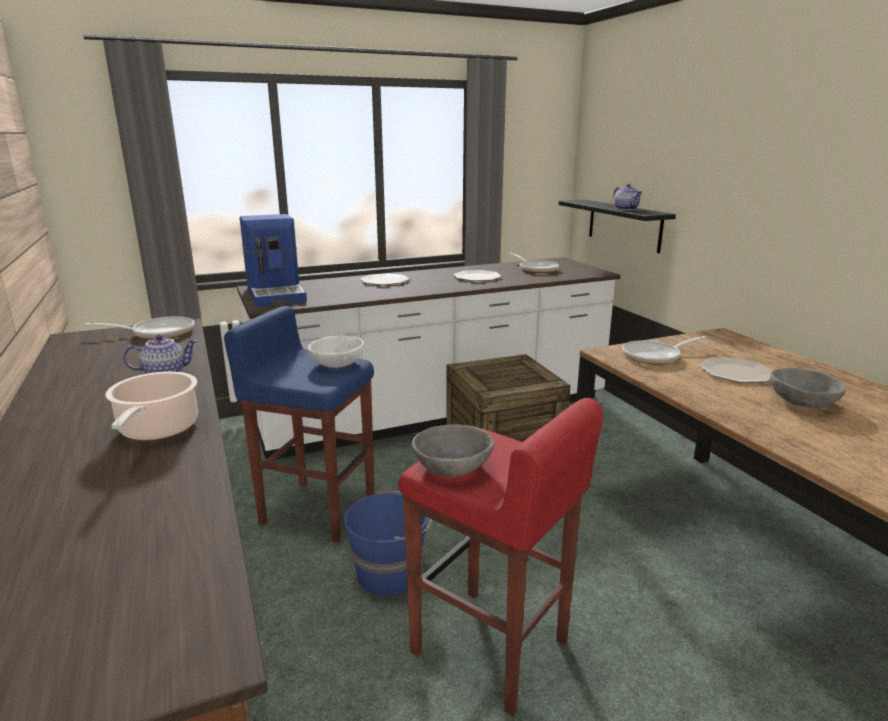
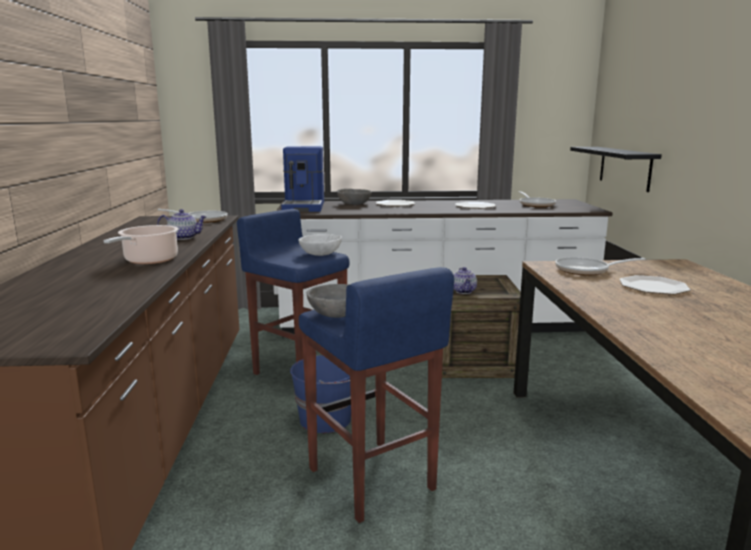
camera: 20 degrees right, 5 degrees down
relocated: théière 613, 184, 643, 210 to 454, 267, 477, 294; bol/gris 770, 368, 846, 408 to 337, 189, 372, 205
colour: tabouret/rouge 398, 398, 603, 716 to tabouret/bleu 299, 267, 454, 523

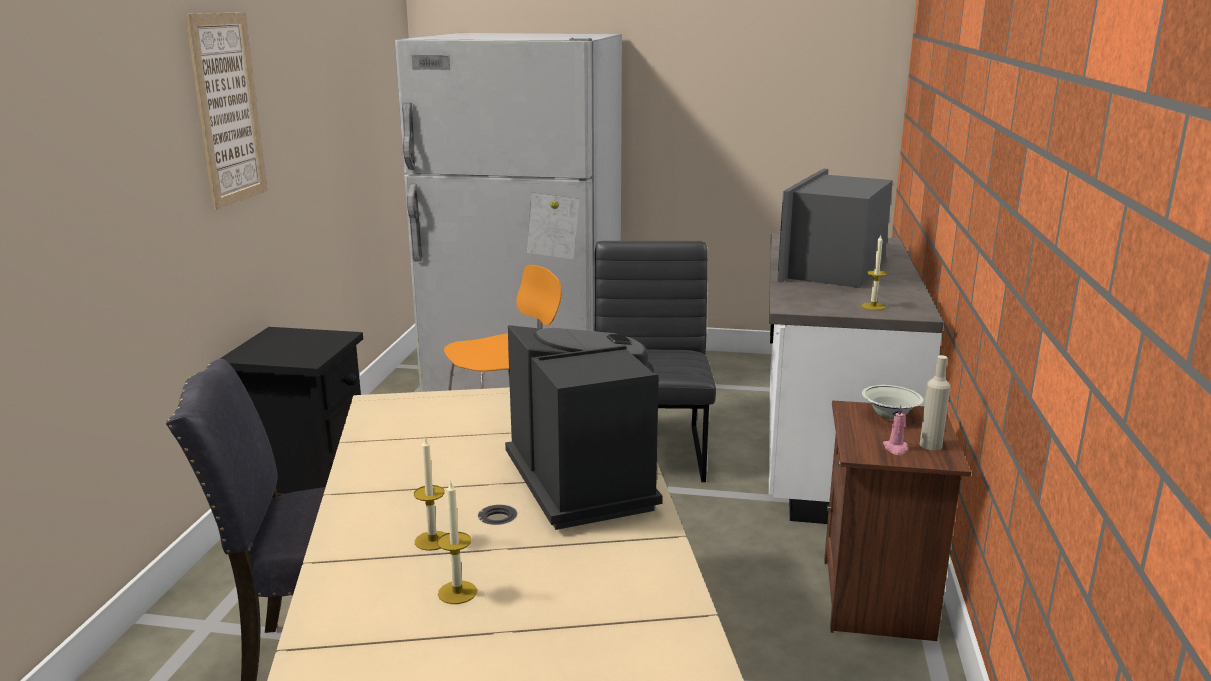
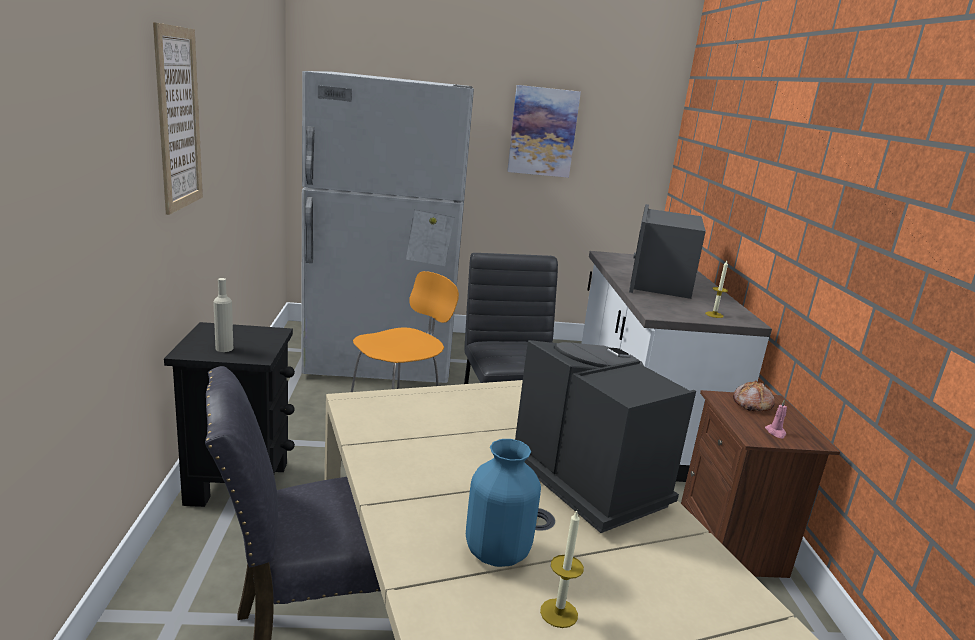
camera: 15 degrees left, 0 degrees up
appeared: tableau 507, 85, 581, 178
relocated: bouteille/beige 920, 355, 950, 450 to 213, 278, 233, 352
exchanged: bougie 414, 438, 446, 551 to vase/bleu 466, 439, 541, 567; bol/blanc 862, 385, 923, 419 to pain 733, 380, 775, 411

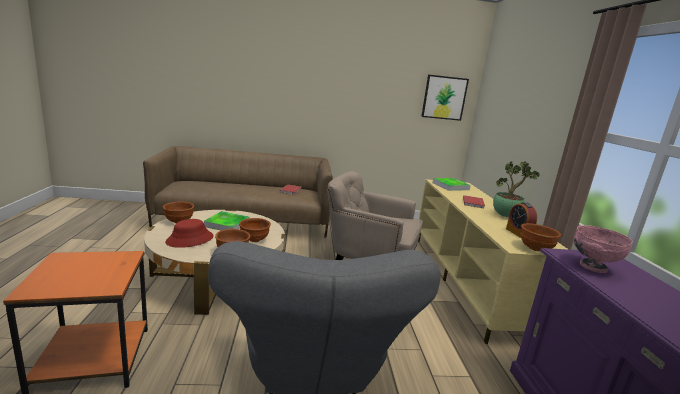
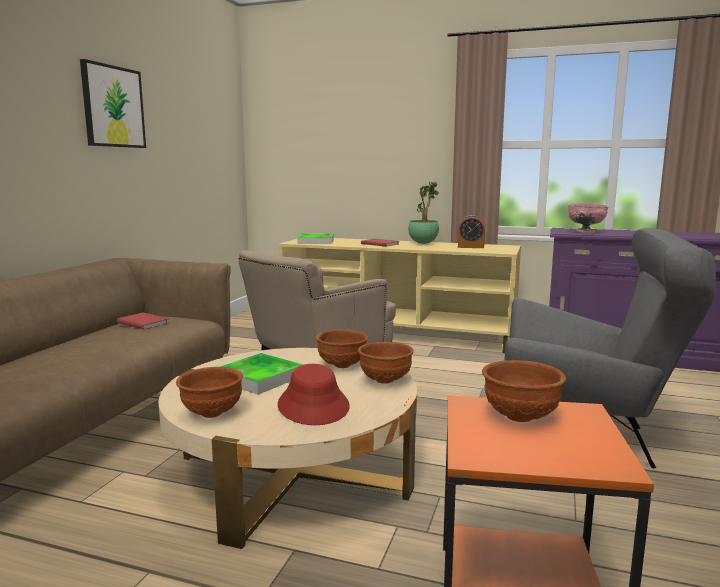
camera: 65 degrees left, 5 degrees down
relocated: tableau 421, 75, 469, 121 to 80, 59, 146, 148; bol/marron 521, 223, 561, 251 to 482, 360, 566, 422

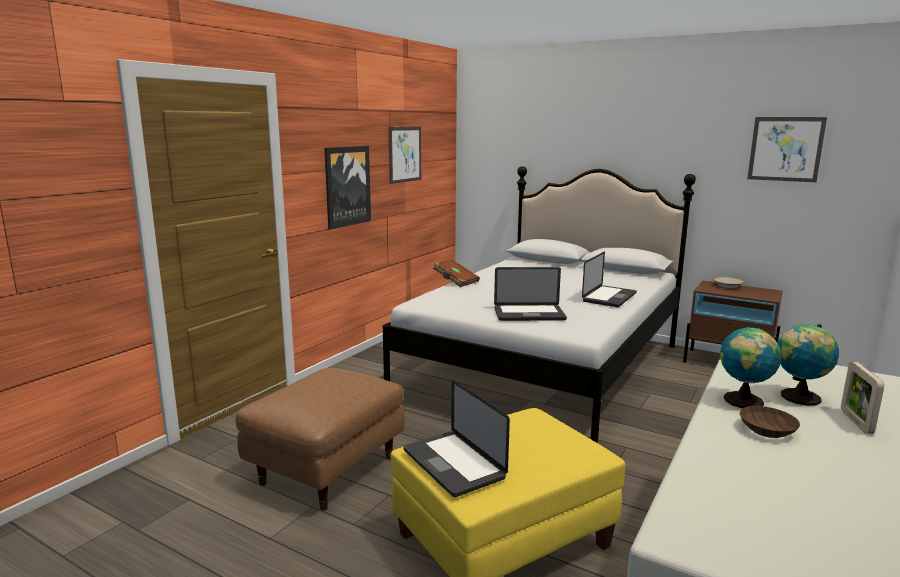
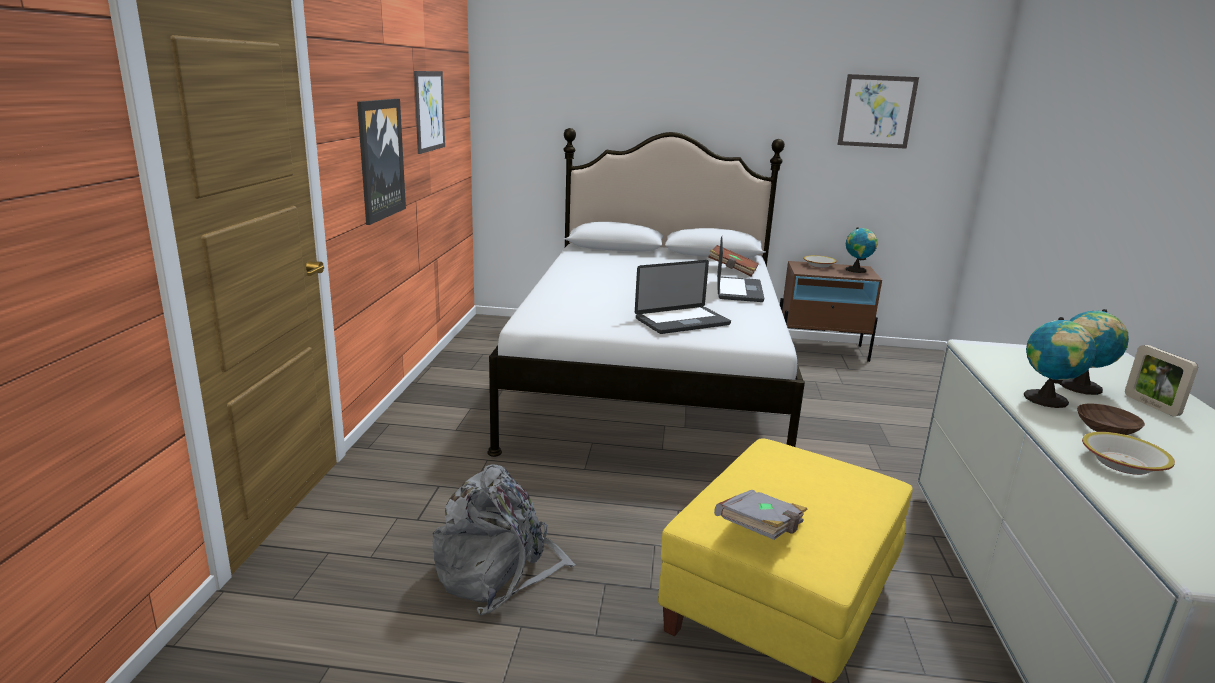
camera: 25 degrees left, 5 degrees up
appeared: globe 846, 227, 878, 273; bol 1082, 432, 1175, 475
relocated: livre/marron 433, 260, 480, 287 to 708, 245, 759, 277
exchanged: pouf/marron 235, 368, 405, 511 to sac à dos/gris 432, 464, 576, 615; ordinateur portable 403, 380, 510, 497 to livre/gris 714, 490, 808, 540

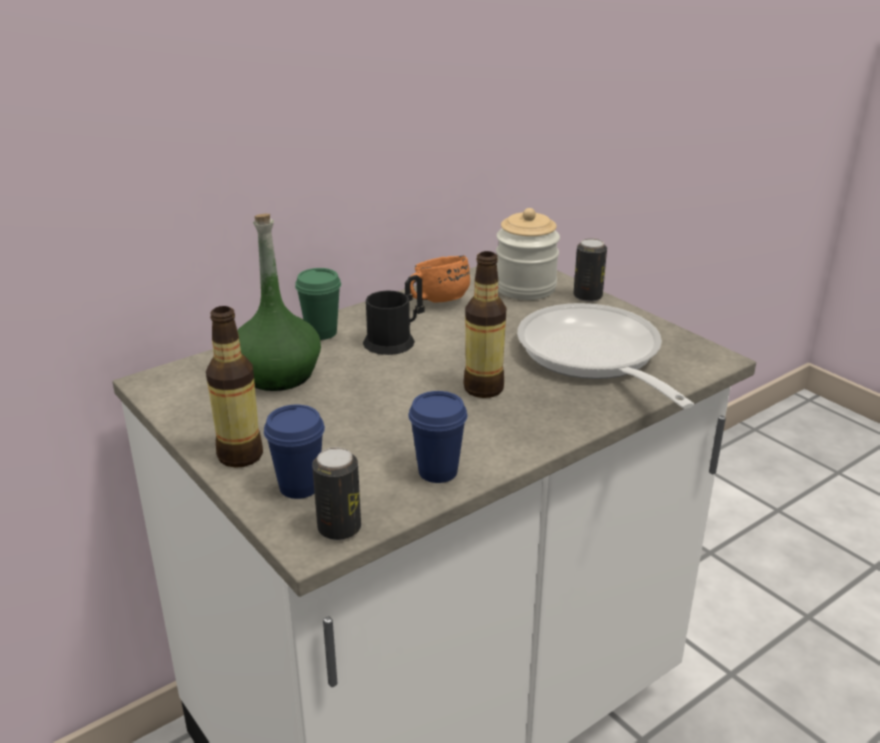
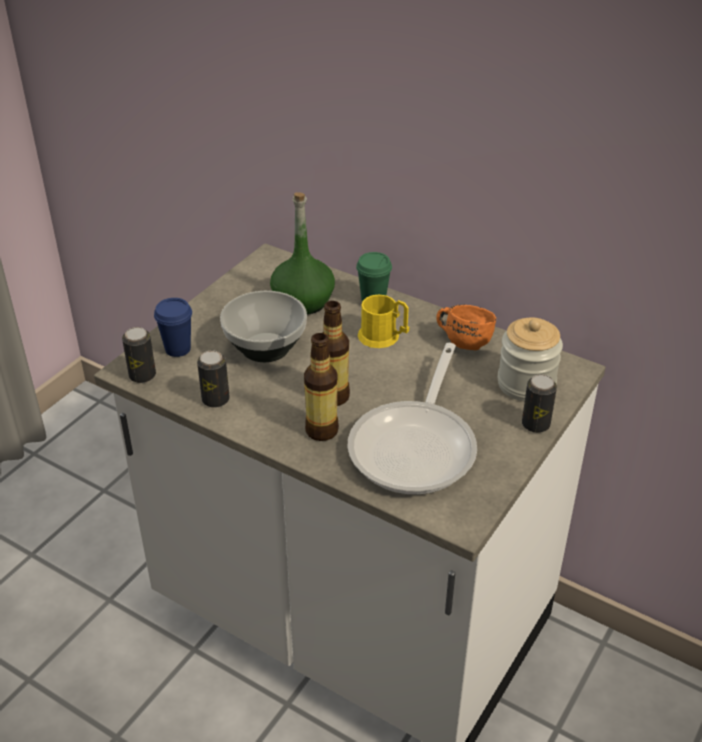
camera: 70 degrees right, 10 degrees up
appeared: bol 220, 291, 307, 362
relocated: bouteille 206, 306, 263, 468 to 304, 333, 339, 441
exchanged: tasse/bleu 408, 391, 467, 483 to boîte métallique 197, 350, 230, 408
colour: mug/noir 363, 275, 425, 355 to mug/jaune 358, 295, 409, 348
spun: poêle 517, 303, 694, 409 = 347, 343, 477, 495 150 degrees clockwise

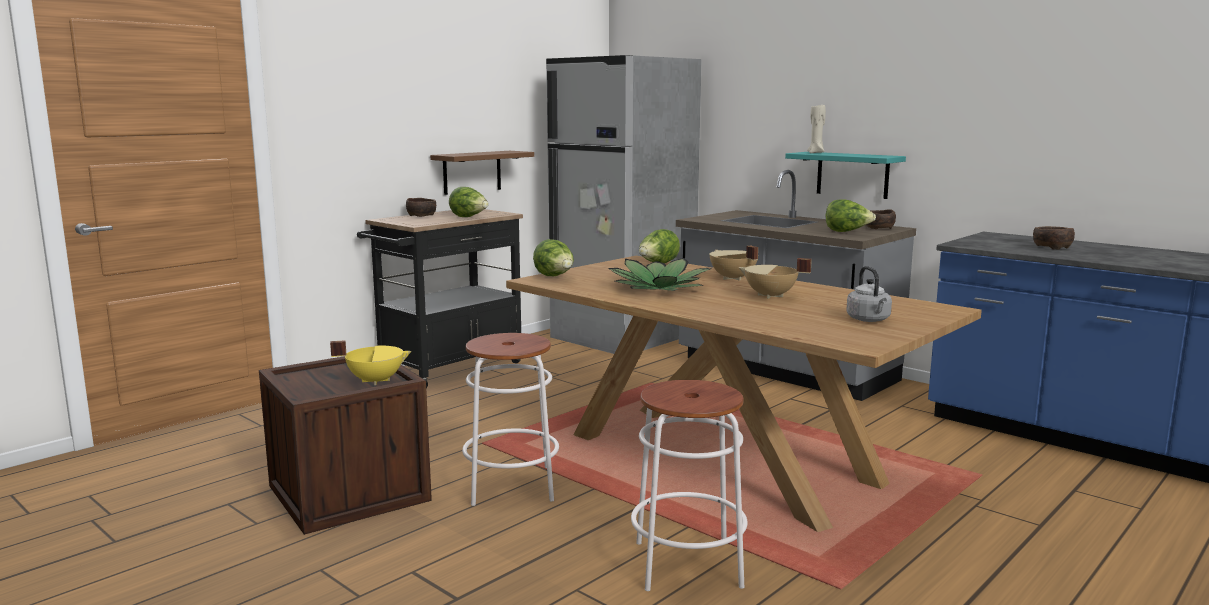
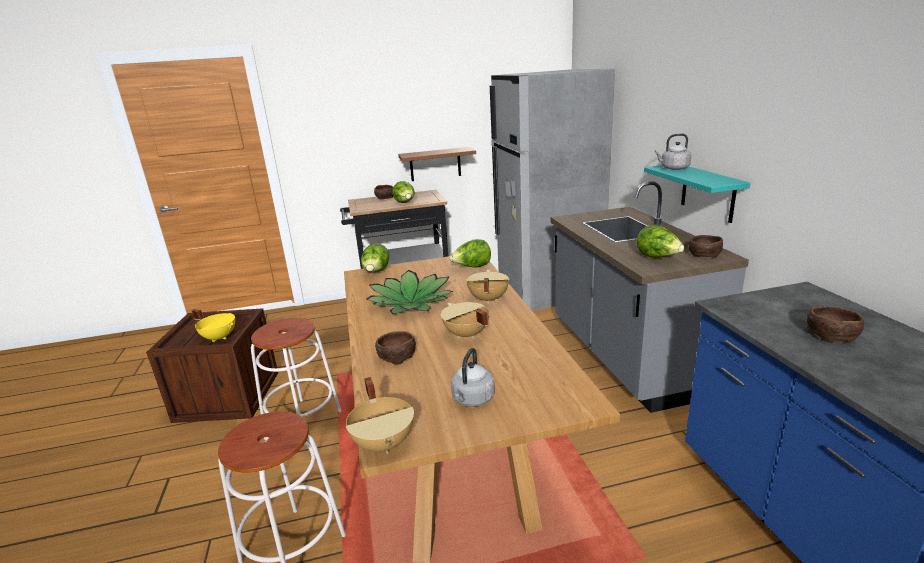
camera: 35 degrees right, 10 degrees up
appeared: marmite/beige 346, 377, 414, 454; bol/marron 375, 331, 416, 365
exchanged: bougie/beige 807, 103, 826, 153 to bouilloire/gris 654, 134, 692, 170

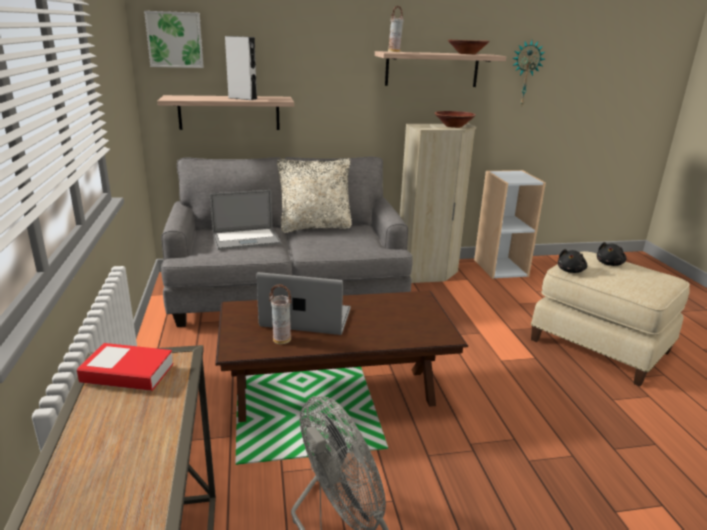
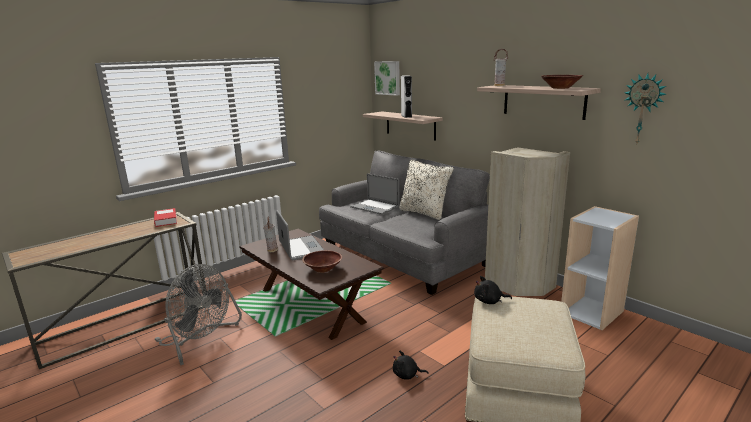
camera: 60 degrees right, 5 degrees down
relocated: bol/marron 435, 111, 476, 128 to 302, 250, 342, 273; peluche/noir 597, 242, 627, 266 to 393, 350, 429, 380

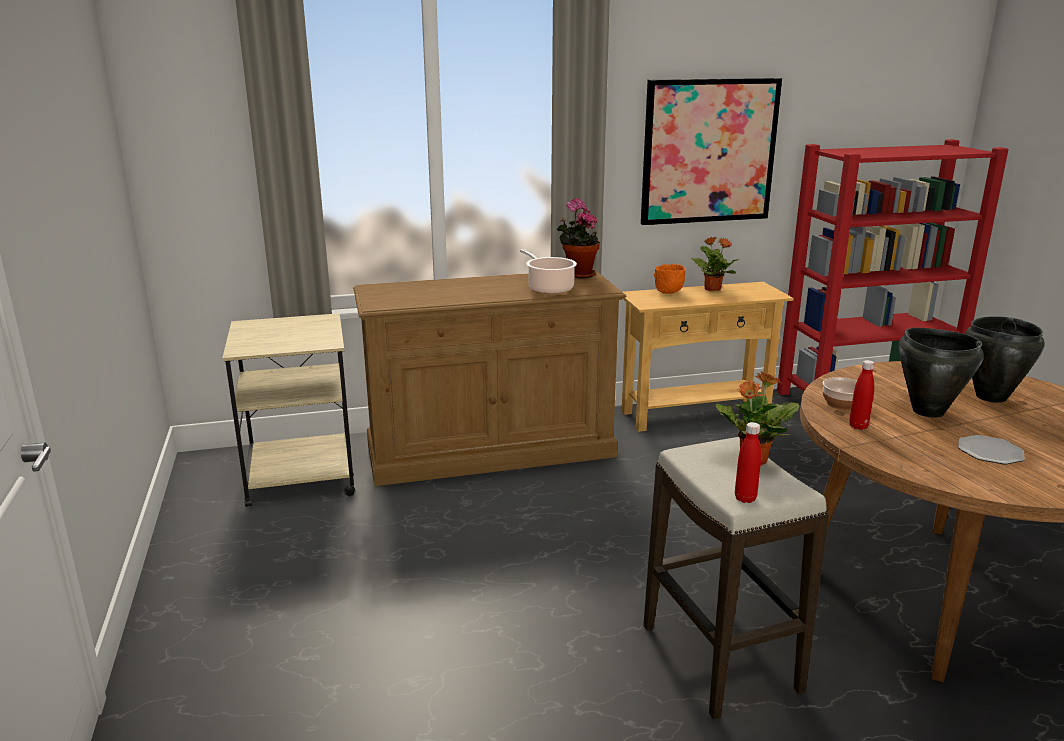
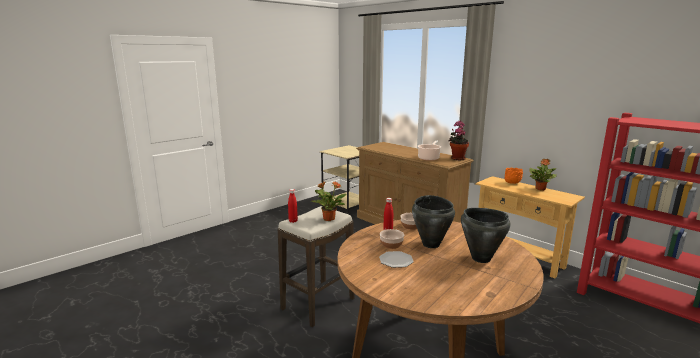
camera: 60 degrees right, 5 degrees down
missing: tableau 641, 78, 782, 225
appeared: bol 380, 229, 404, 249

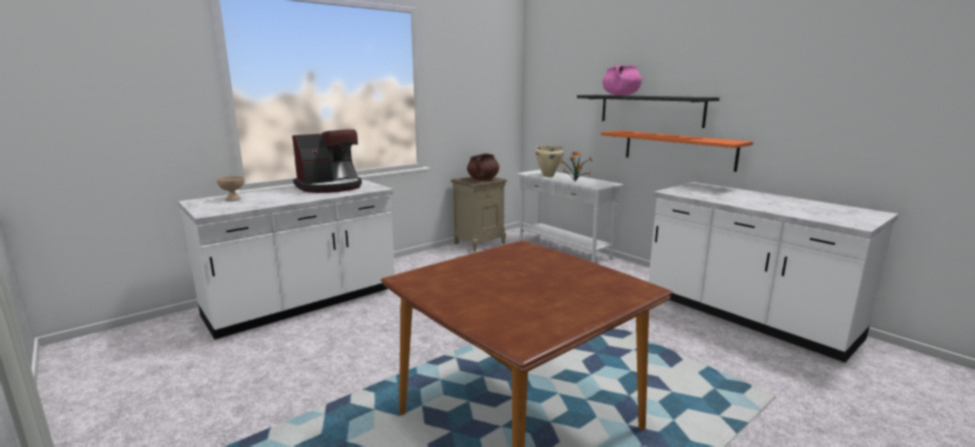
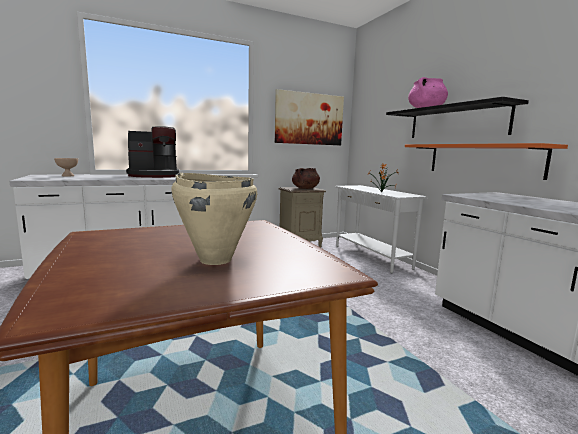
camera: 15 degrees right, 5 degrees down
appeared: tableau 275, 89, 344, 145
relocated: marmite/beige 535, 146, 564, 177 to 171, 173, 257, 265

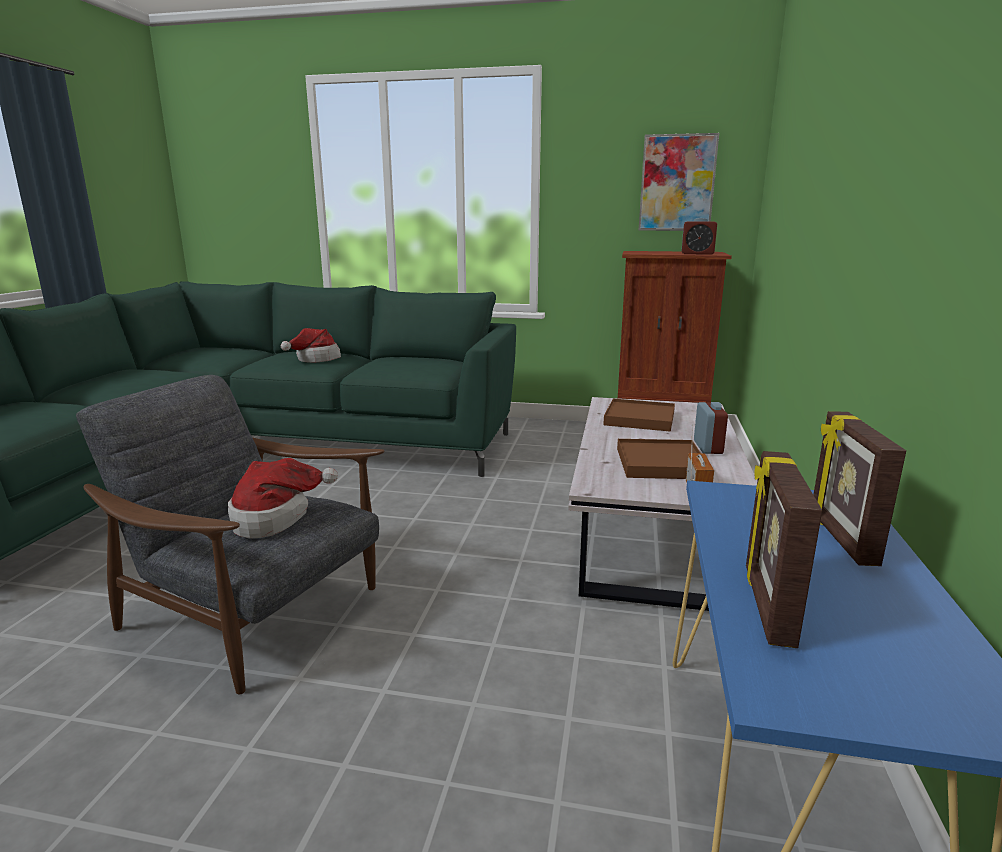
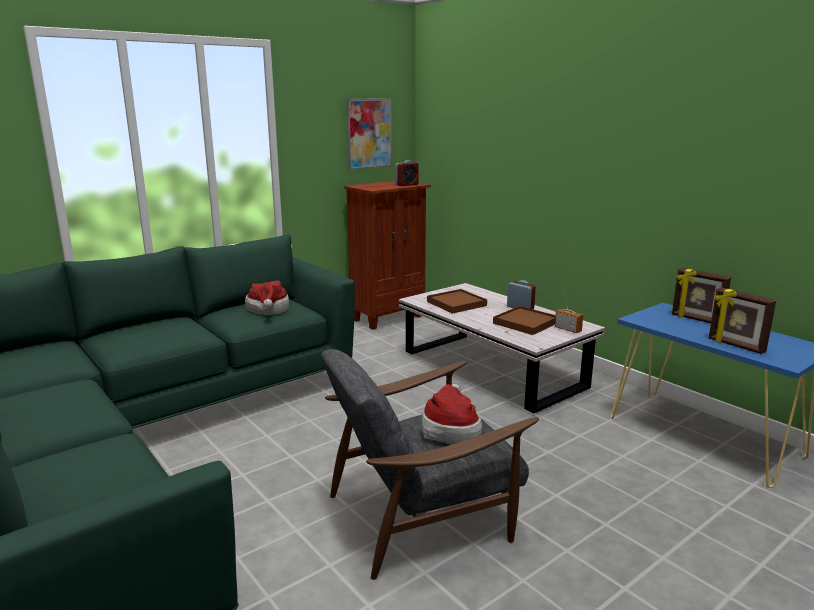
camera: 50 degrees left, 0 degrees up
relocated: chapeau 280, 328, 341, 363 to 245, 280, 289, 315

